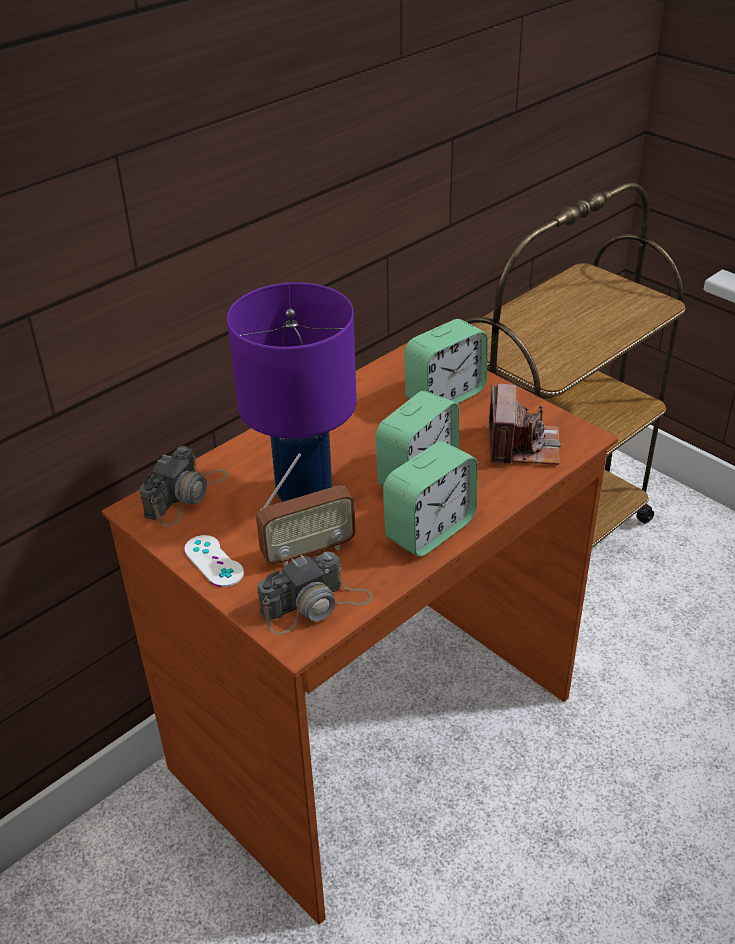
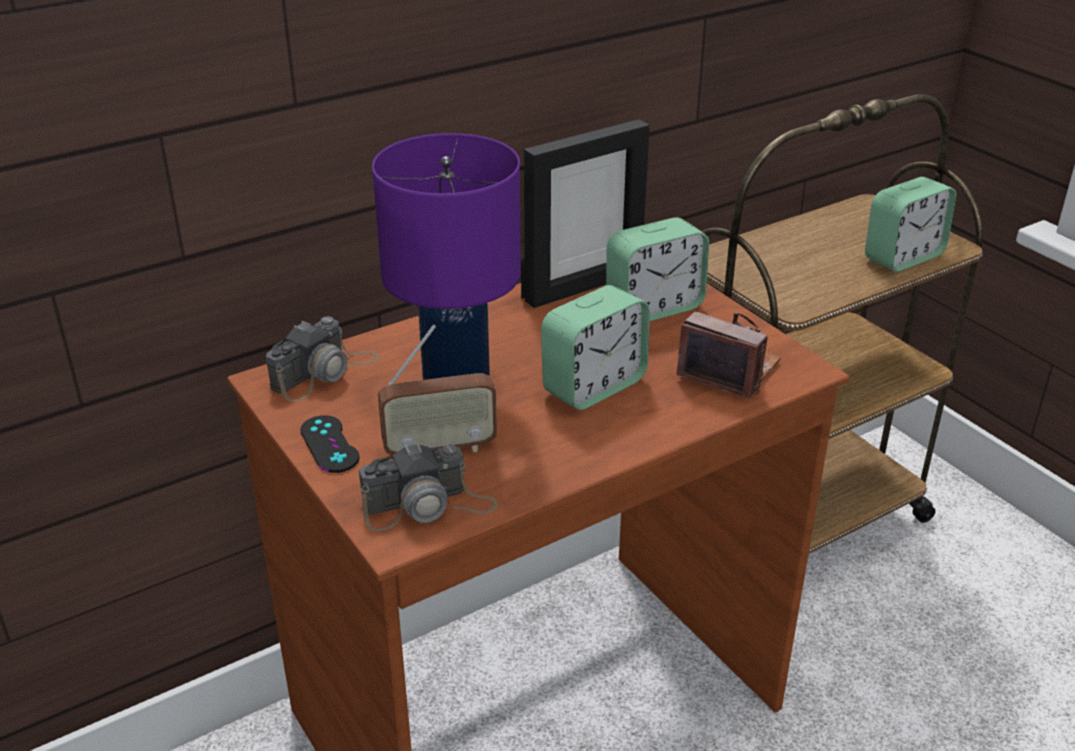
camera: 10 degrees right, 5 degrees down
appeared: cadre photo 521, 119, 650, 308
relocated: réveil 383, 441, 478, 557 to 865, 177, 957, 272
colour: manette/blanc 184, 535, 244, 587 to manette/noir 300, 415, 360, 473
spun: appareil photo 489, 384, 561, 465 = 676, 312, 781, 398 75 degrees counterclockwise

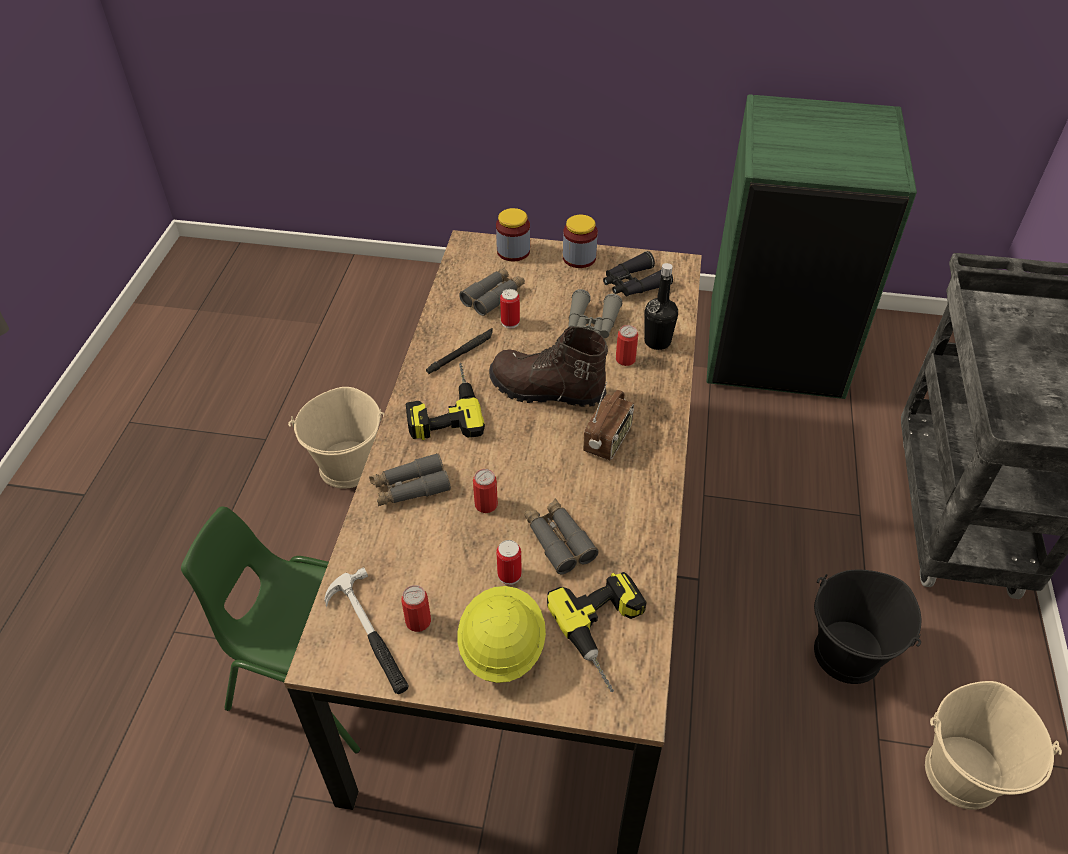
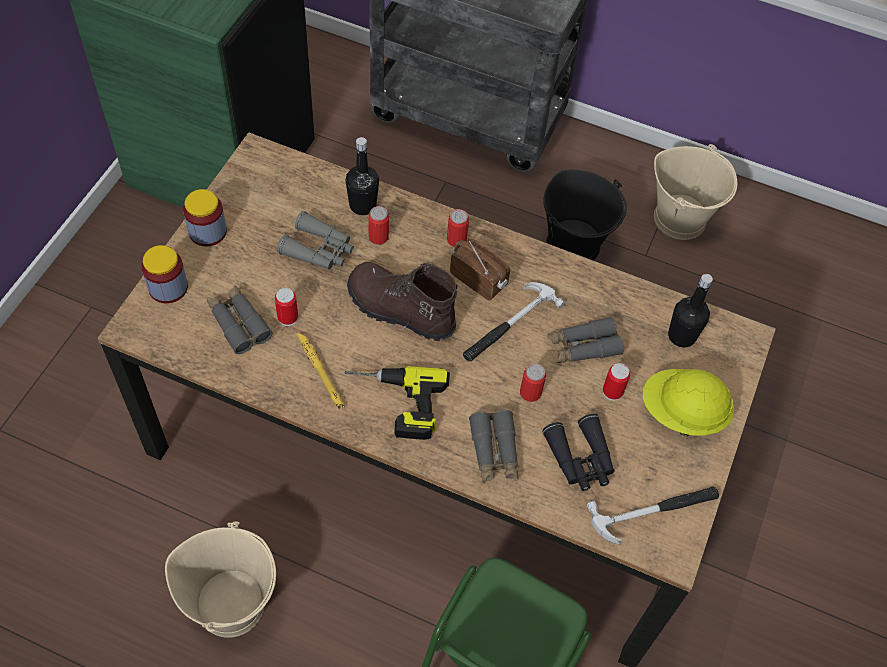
camera: 80 degrees left, 10 degrees up
appeared: marteau 463, 282, 565, 361
relocated: boîte métallique 402, 585, 431, 632 to 447, 209, 469, 247; jumelles/noir 603, 251, 673, 296 to 542, 414, 615, 491
exchanged: perceuse 547, 572, 646, 692 to bouteille/noir 668, 274, 713, 348
colour: lampe de poche/noir 426, 328, 493, 375 to lampe de poche/jaune 296, 333, 345, 408
spun: botte/marron 489, 326, 608, 407 = 347, 262, 457, 341 90 degrees clockwise

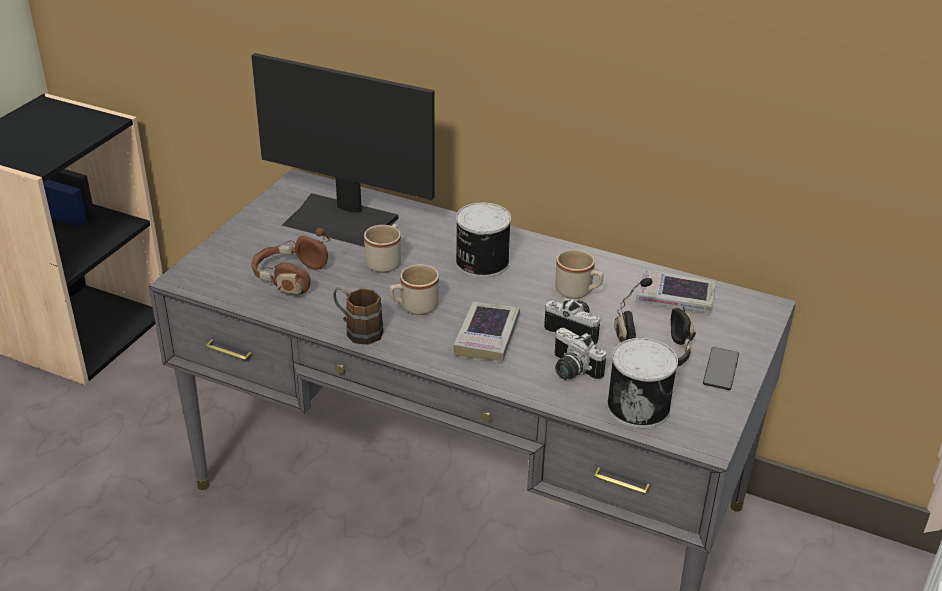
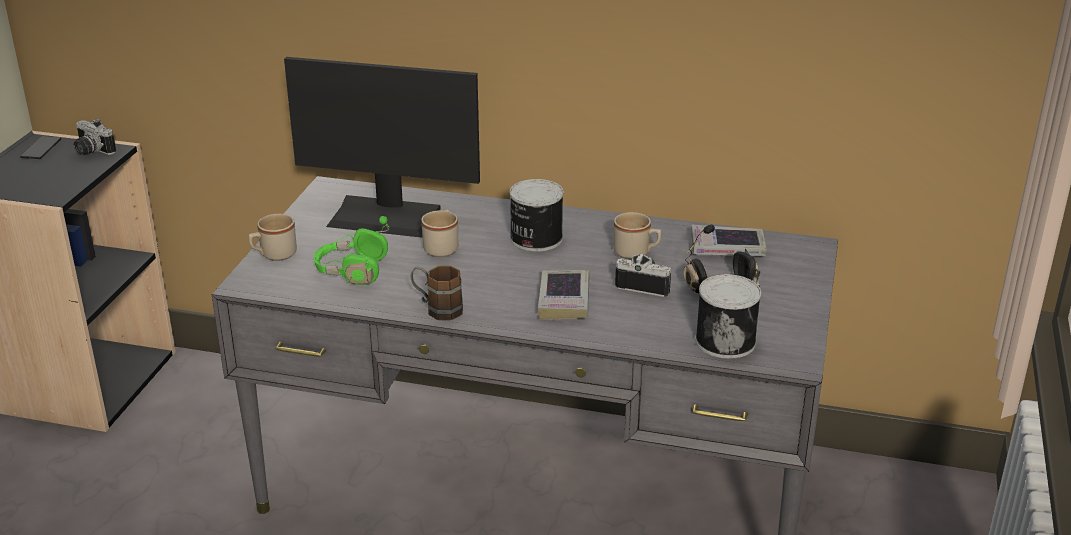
camera: 10 degrees left, 5 degrees down
relocated: mug/beige 390, 264, 439, 315 to 248, 214, 297, 261; appareil photo 555, 328, 606, 381 to 74, 118, 116, 155; téléphone 703, 347, 739, 390 to 20, 136, 61, 159
colour: casque audio/marron 251, 228, 330, 294 to casque audio/vert 314, 216, 390, 285

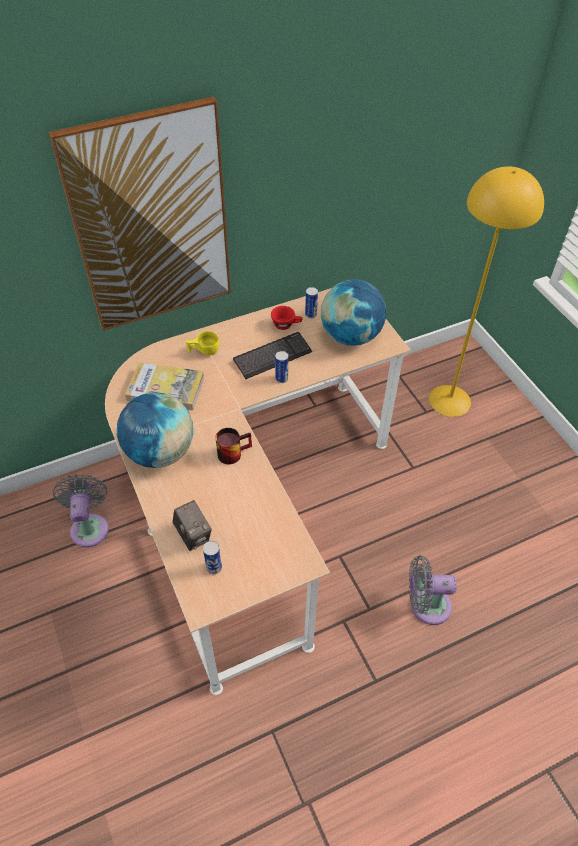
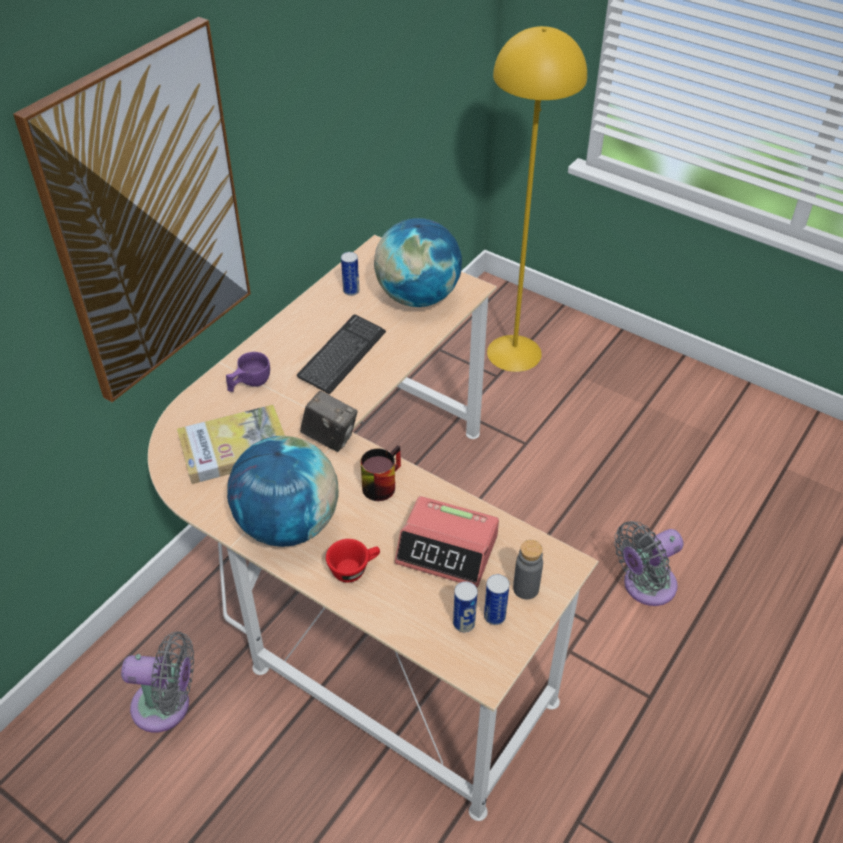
camera: 30 degrees left, 5 degrees down
appeared: réveil 395, 496, 499, 587; bouteille/gris 513, 540, 543, 599
relocated: appareil photo 173, 500, 212, 551 to 300, 390, 358, 452; tasse/rouge 271, 306, 303, 330 to 326, 539, 380, 582; boîte métallique 275, 351, 288, 383 to 484, 574, 510, 625
colour: tasse/jaune 186, 331, 219, 356 to tasse/violet 226, 352, 270, 392
spun: ventilateur/gris 53, 474, 109, 547 = 121, 632, 194, 733 135 degrees clockwise

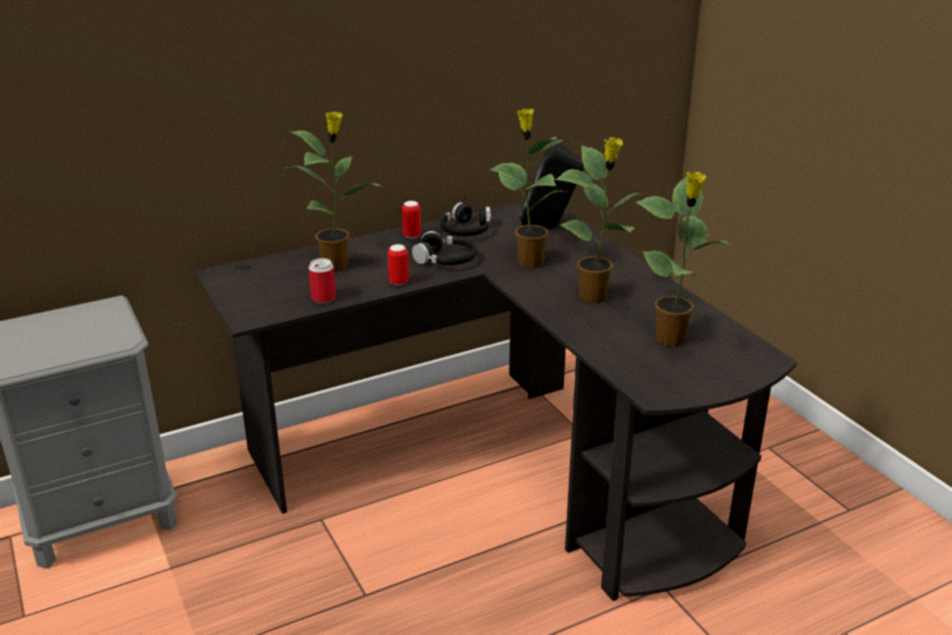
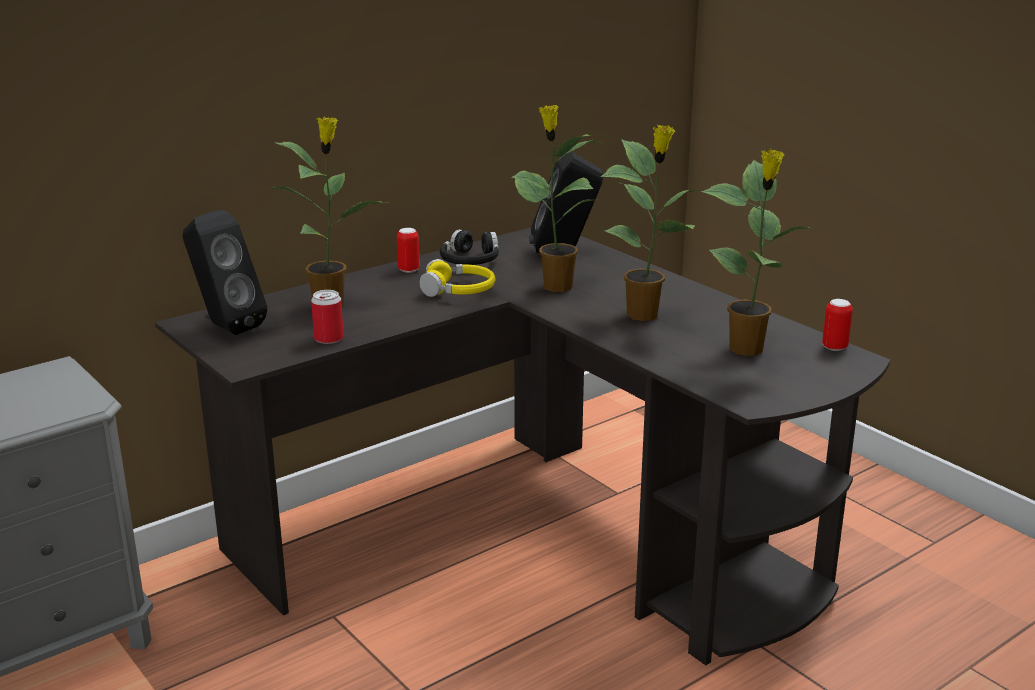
camera: 10 degrees left, 5 degrees down
appeared: enceinte/noir 182, 210, 267, 335
relocated: boîte métallique 388, 244, 409, 286 to 822, 299, 853, 351
colour: casque audio/noir 412, 231, 477, 265 to casque audio/jaune 419, 259, 495, 297

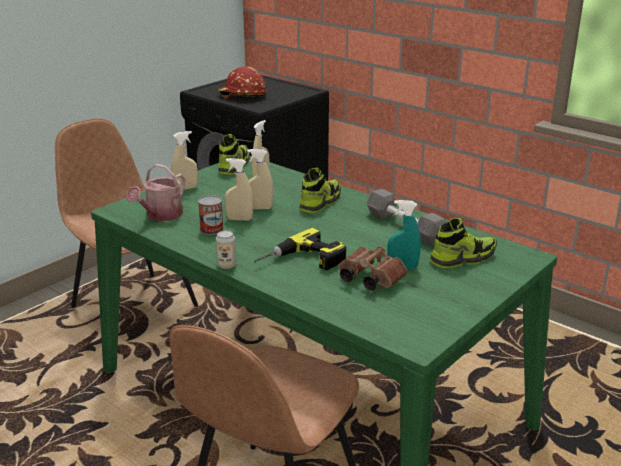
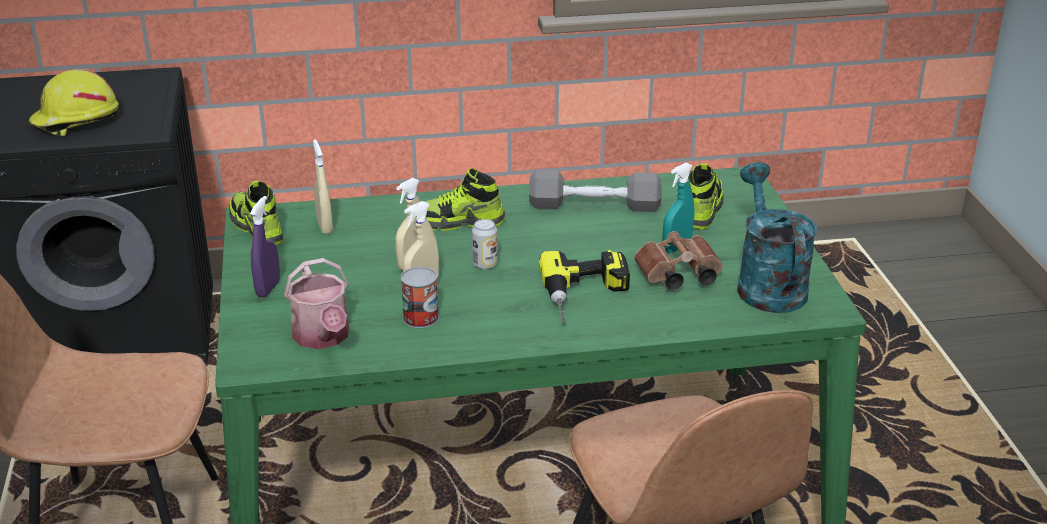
camera: 50 degrees left, 5 degrees up
appeared: arrosoir/turquoise 737, 162, 817, 313
relocated: boîte métallique 216, 230, 236, 269 to 472, 219, 498, 269
colour: vaporisateur/beige 171, 131, 198, 190 to vaporisateur/violet 250, 196, 280, 297; casque de chantier/rouge 218, 67, 266, 99 to casque de chantier/jaune 29, 69, 119, 136
spun: chaussure 300, 168, 341, 213 = 424, 168, 505, 231 75 degrees counterclockwise

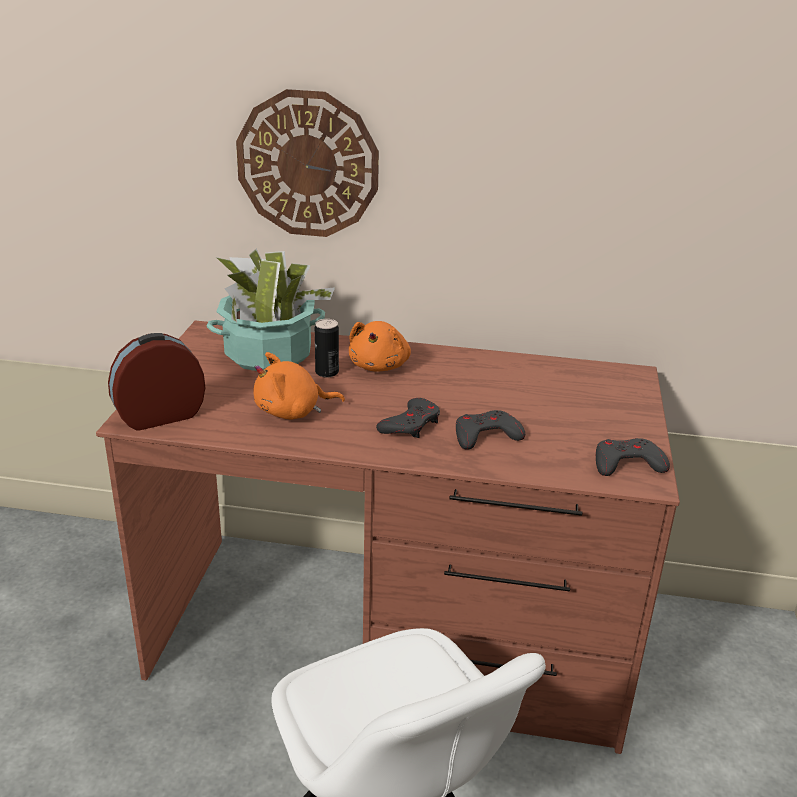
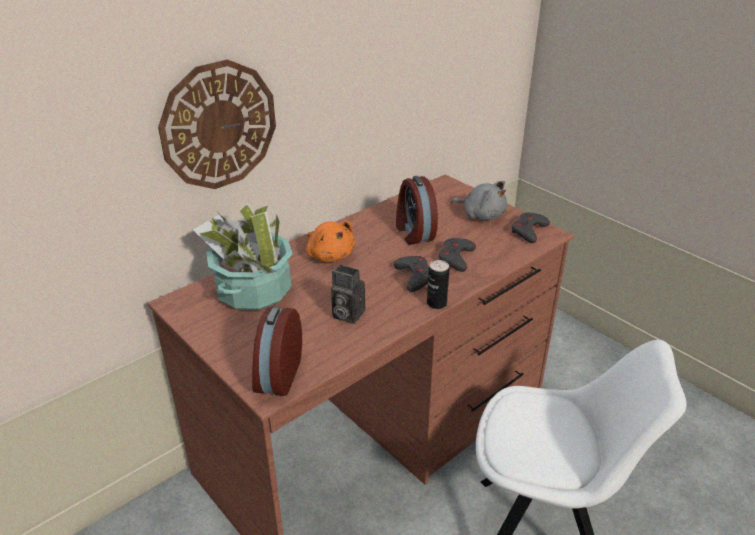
camera: 50 degrees left, 5 degrees up
appeared: réveil 396, 176, 438, 245; peluche/gris 451, 181, 507, 220
relocated: boîte métallique 315, 319, 339, 378 to 427, 260, 449, 309
exchanged: peluche/orange 253, 352, 345, 419 to appareil photo 331, 265, 365, 324

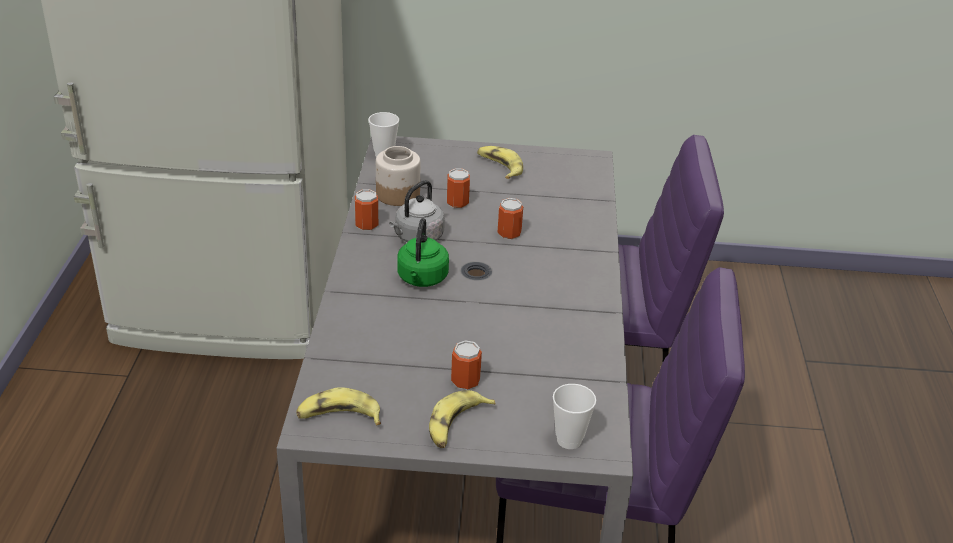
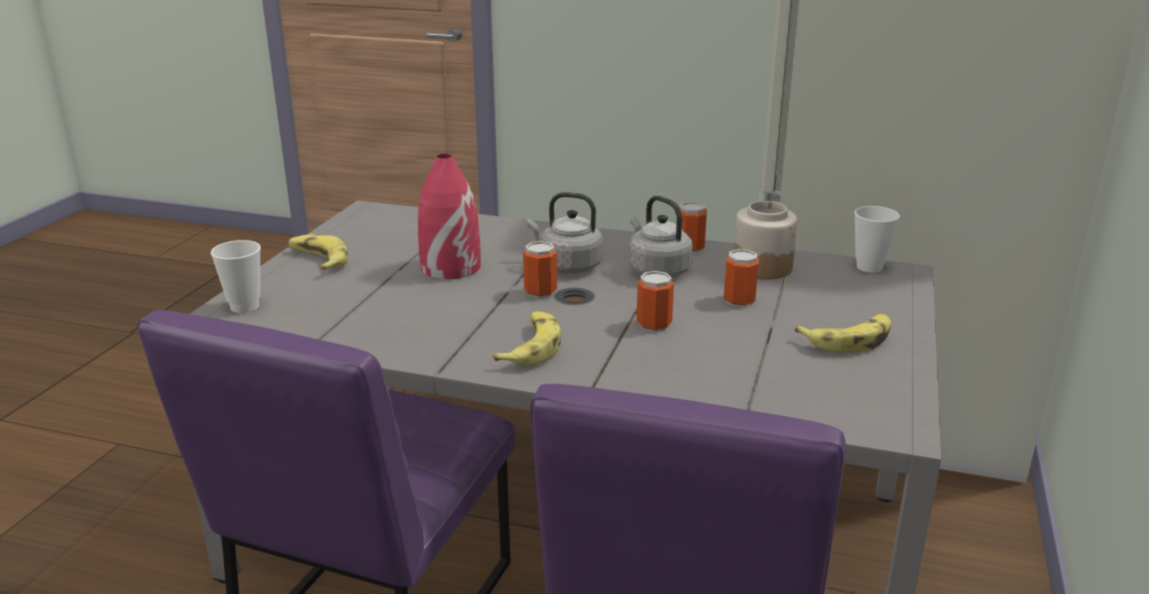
camera: 105 degrees right, 10 degrees down
appeared: vase/rouge 418, 154, 481, 279
relocated: banane 296, 387, 381, 425 to 492, 311, 561, 365; boîte métallique 451, 340, 482, 390 to 523, 241, 557, 298
colour: bouilloire/vert 397, 218, 449, 287 to bouilloire/gris 527, 192, 603, 273

